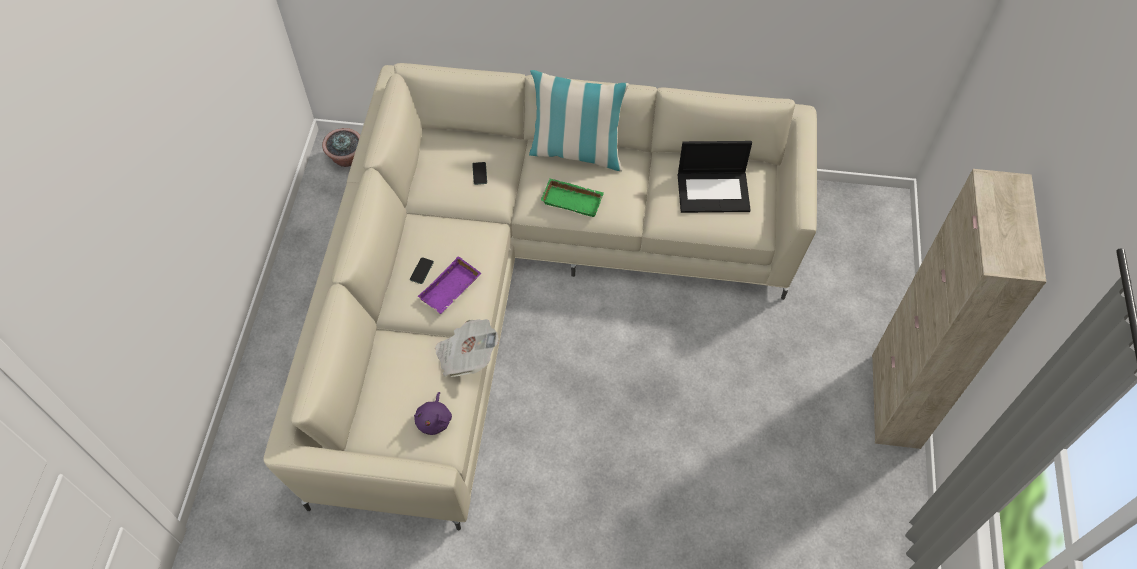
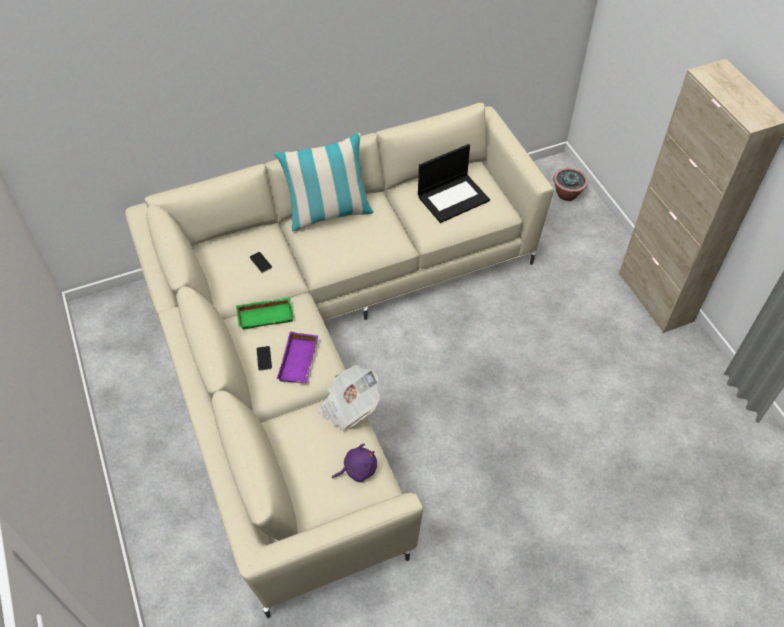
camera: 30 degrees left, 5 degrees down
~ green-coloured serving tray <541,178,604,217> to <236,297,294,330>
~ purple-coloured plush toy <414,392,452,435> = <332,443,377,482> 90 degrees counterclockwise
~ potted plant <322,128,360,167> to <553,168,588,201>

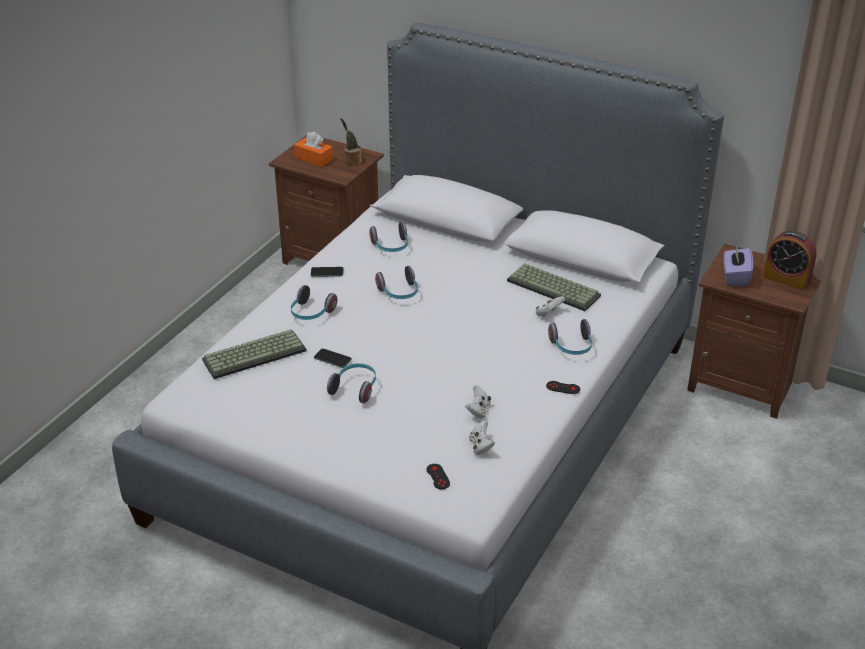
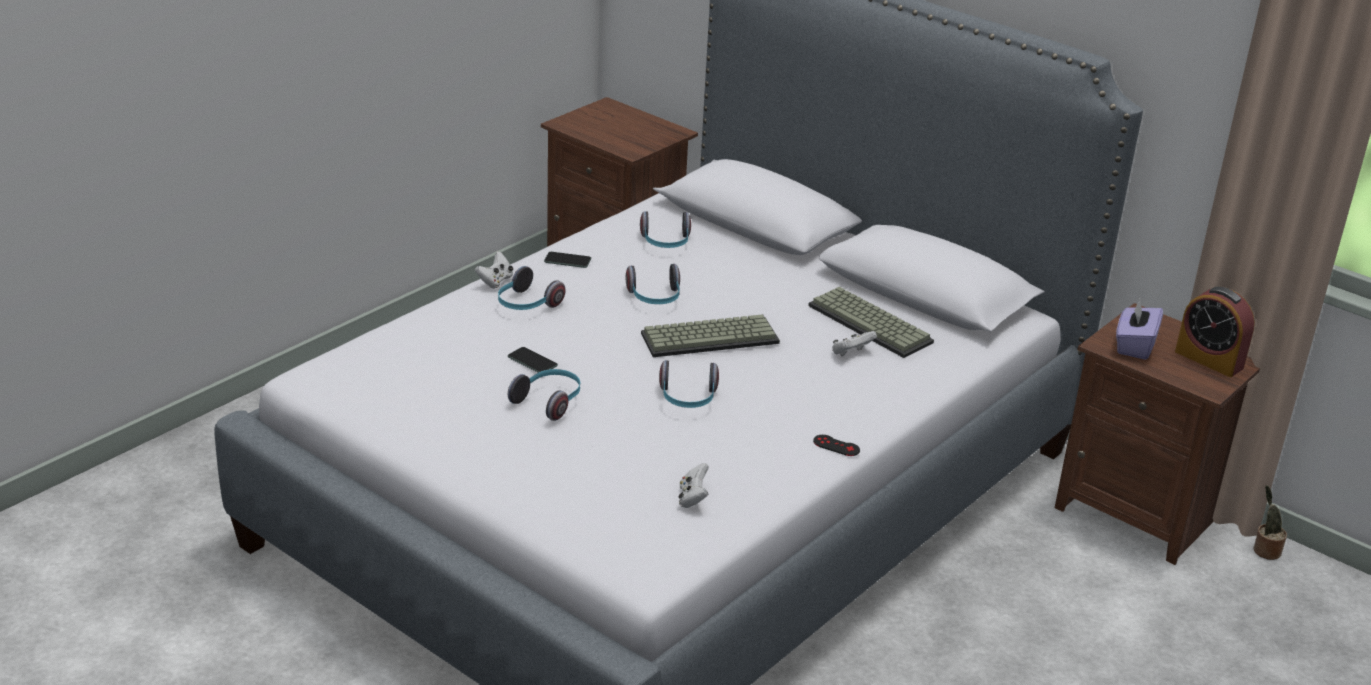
camera: 10 degrees right, 5 degrees down
~ white gamepad <466,385,491,419> to <475,251,513,288>
~ computer keyboard <202,329,306,379> to <641,314,780,357>
~ pair of headphones <548,319,592,355> to <659,360,719,408>
~ potted plant <340,118,362,166> to <1254,485,1287,560>
- orange tissue holder <294,131,333,167>
- black-coloured gamepad <427,464,450,489>

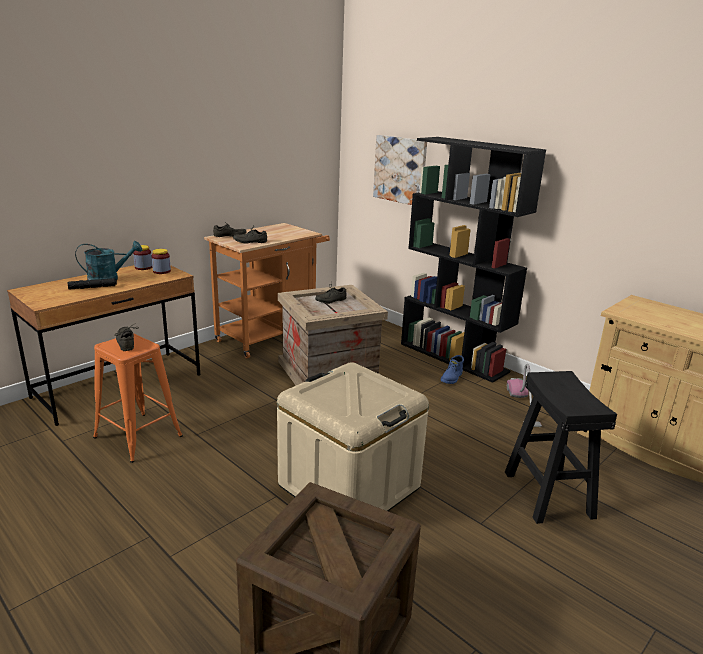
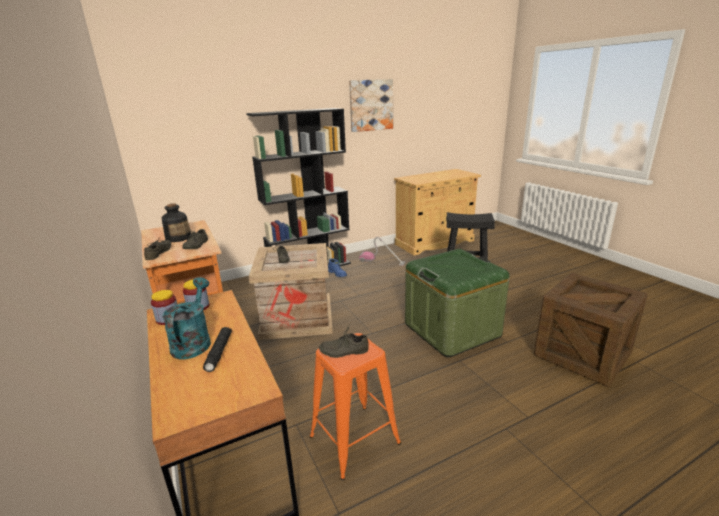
camera: 70 degrees left, 0 degrees up
+ bottle <162,203,191,242>
~ picture <373,135,427,205> to <349,79,393,132>
~ beige storage container <277,362,429,511> to green-coloured storage container <405,249,510,357>

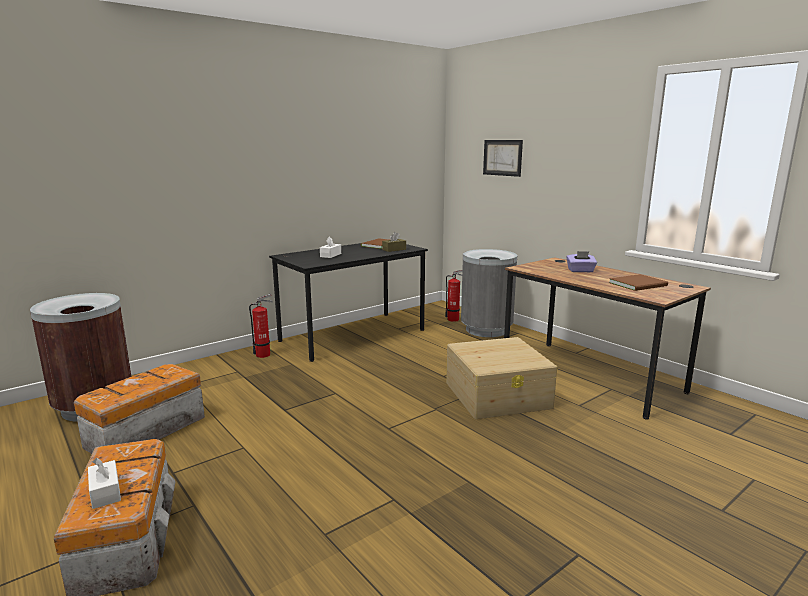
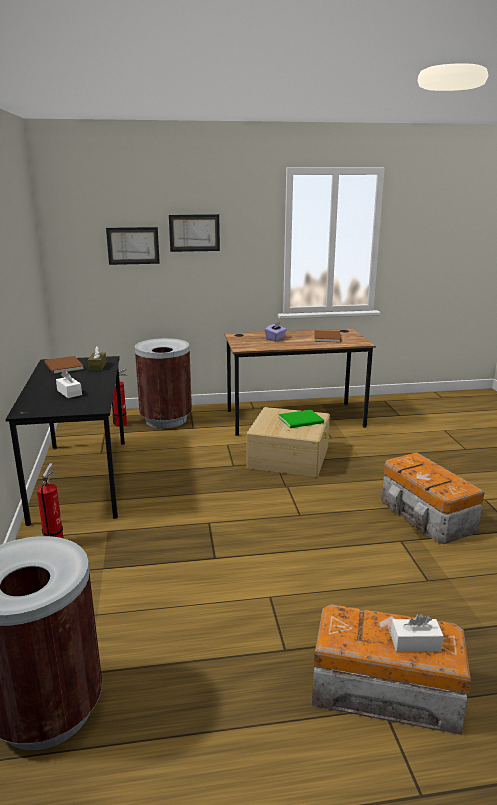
camera: 60 degrees left, 5 degrees up
~ grey waste bin <461,249,517,337> to brown-coloured waste bin <135,338,192,428>
+ picture <169,214,220,252>
+ green-coloured bound book <279,410,324,428>
~ storage container <74,364,205,454> to <381,452,484,544>

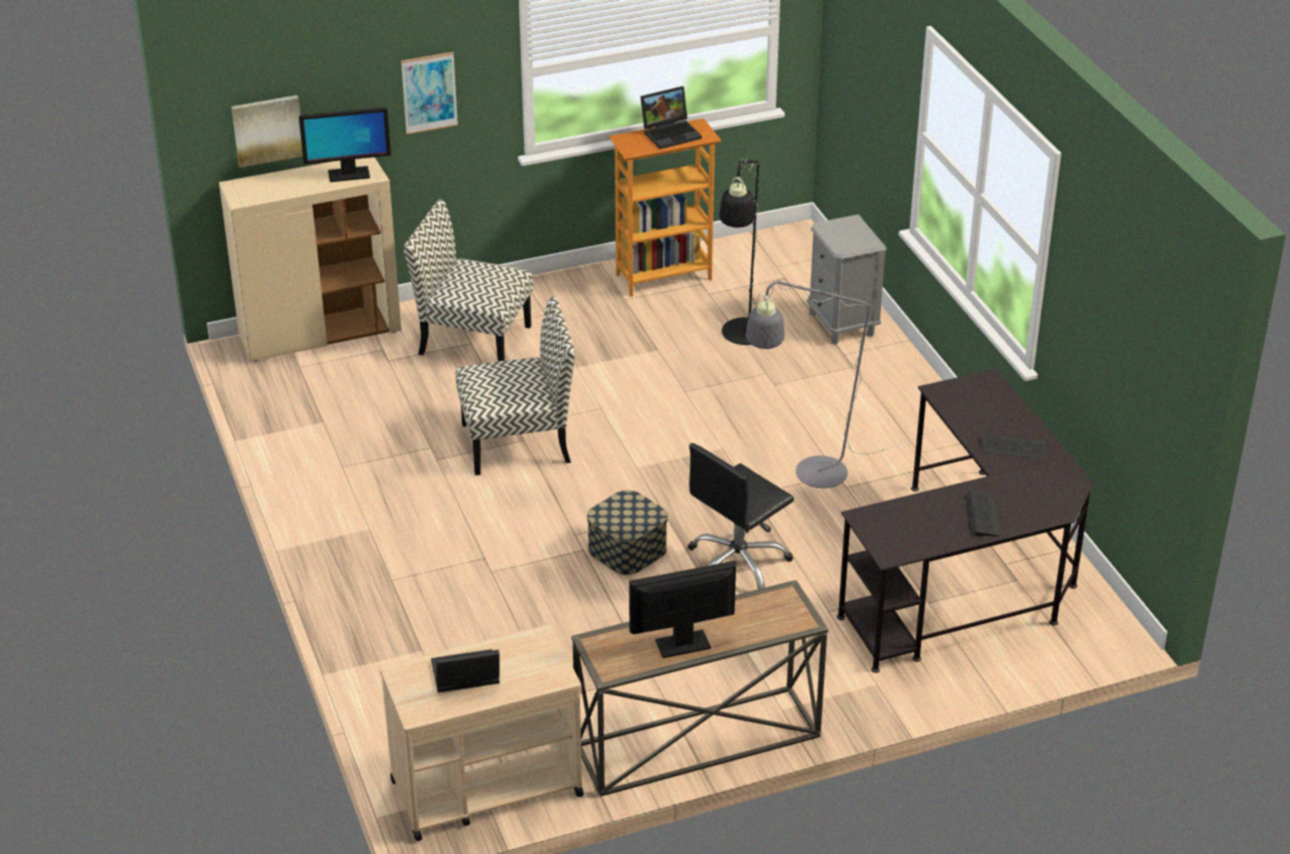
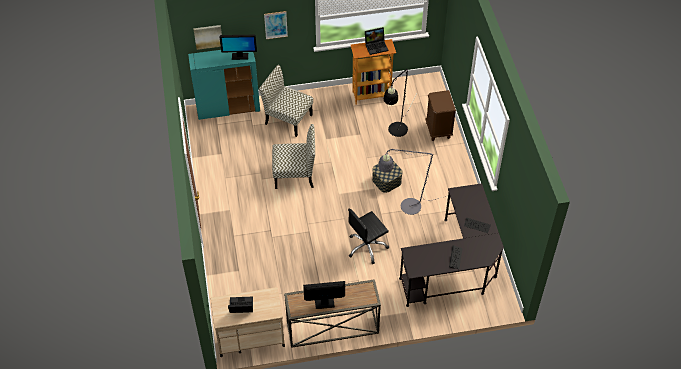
camera: 10 degrees right, 15 degrees up
~ beige cupboard <219,157,401,362> to turquoise-coloured cupboard <188,50,260,120>
~ storage container <587,490,668,575> to <372,161,403,193>
~ grey bedside table <807,214,887,345> to brown-coloured bedside table <425,90,456,141>

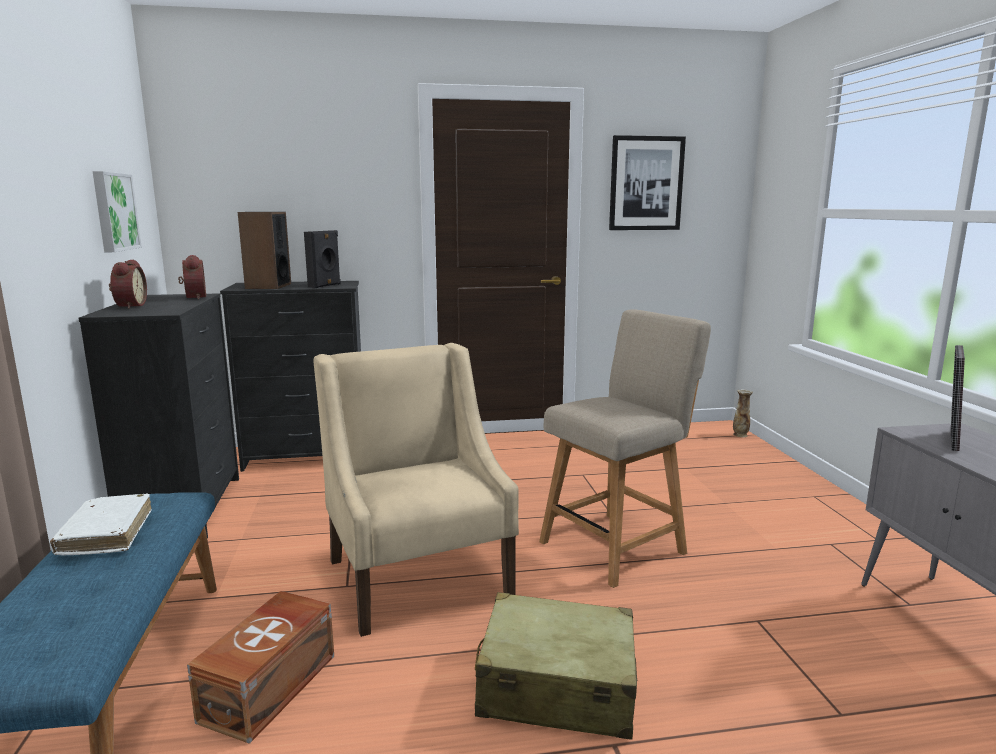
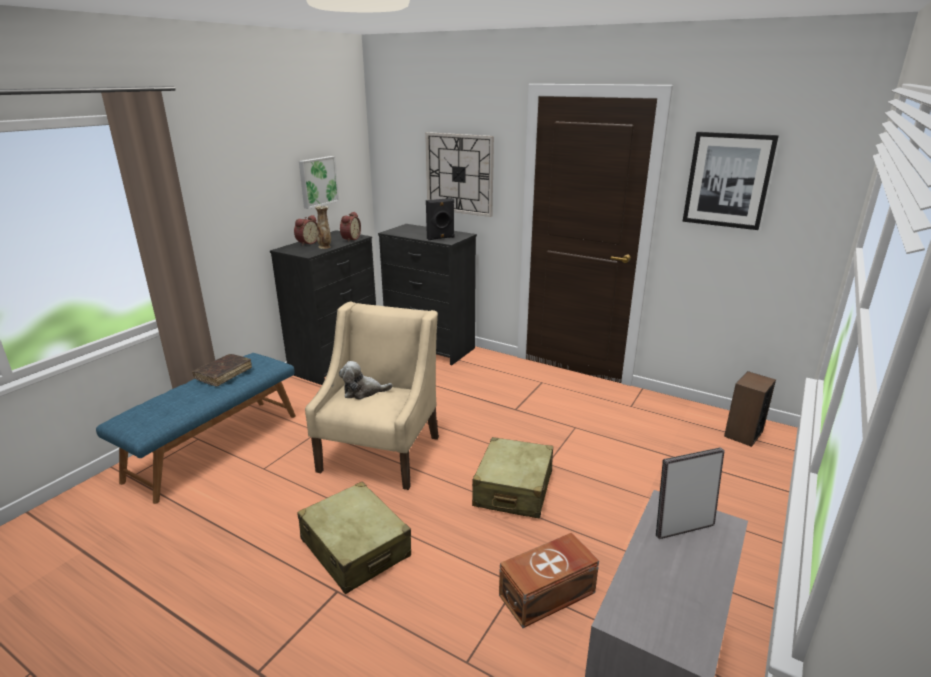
camera: 40 degrees right, 10 degrees up
~ white bound book <50,494,152,555> to brown-coloured bound book <192,354,252,386>
~ flower vase <733,389,753,437> to <315,206,331,249>
+ plush toy <339,361,393,400>
+ clock on the wall <425,132,494,217>
~ beige chair <539,309,711,588> to beige travel case <472,437,553,518>
~ brown-coloured storage container <187,591,334,744> to <499,533,599,628>
~ loudspeaker <238,212,291,289> to <724,371,776,447>

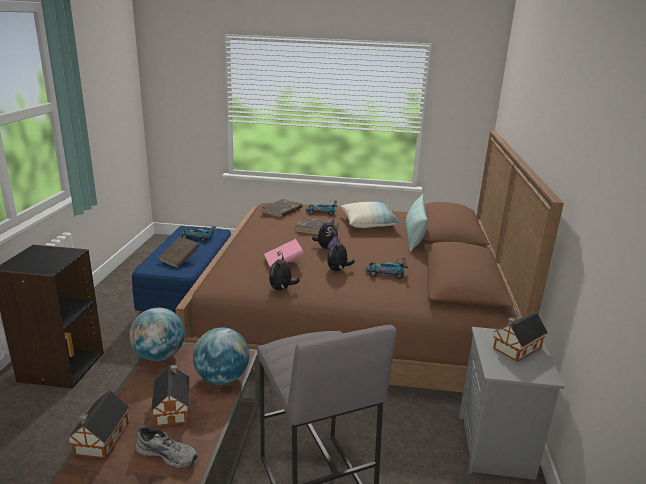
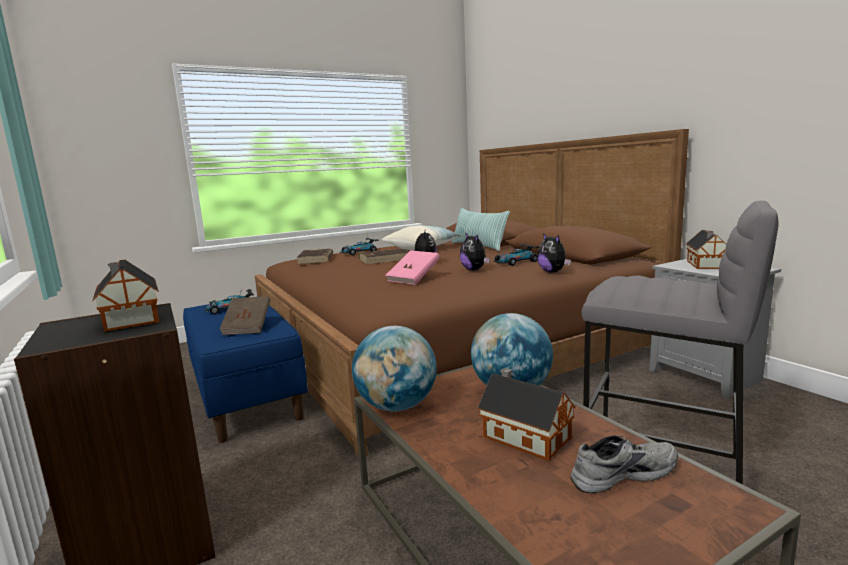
camera: 35 degrees left, 10 degrees down
~ model house <67,391,129,459> to <92,259,159,332>
~ plush toy <269,254,300,291> to <537,233,571,272>

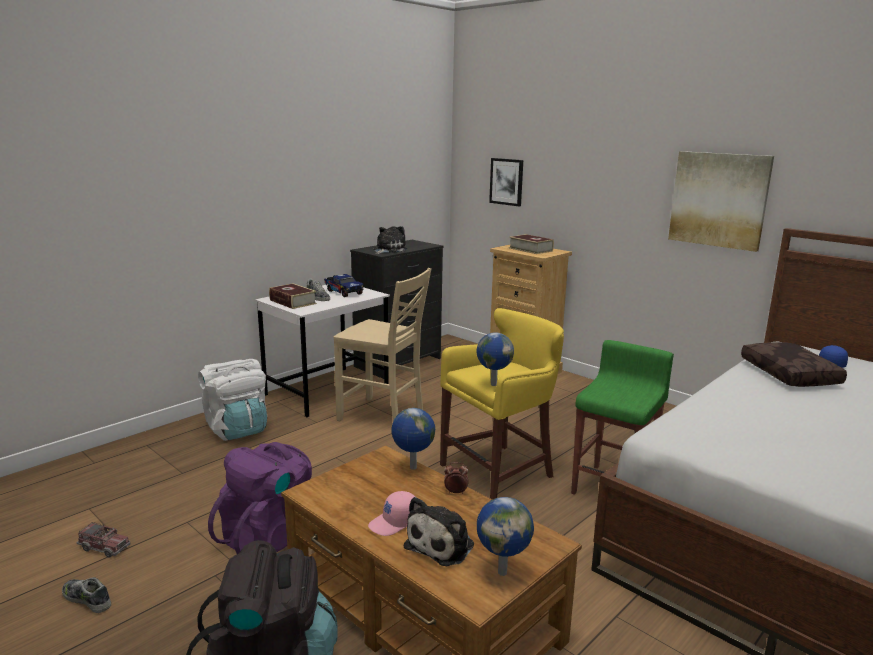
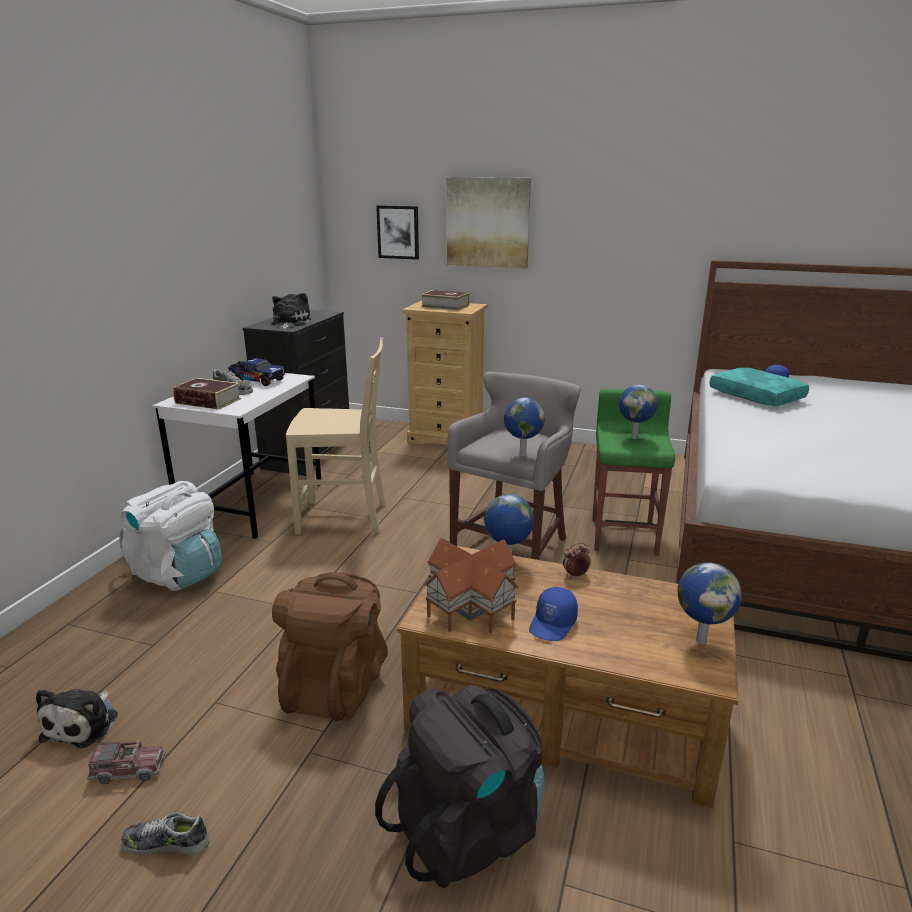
camera: 25 degrees left, 5 degrees up
~ plush toy <404,497,474,566> to <36,689,118,748>
~ purple-coloured backpack <208,442,312,554> to brown-coloured backpack <272,572,388,721>
+ model house <423,538,519,633>
~ picture <668,151,774,252> to <447,177,531,269>
~ yellowish stool seat <440,308,564,500> to grey stool seat <447,372,581,560>
~ pink cap <368,491,415,536> to blue cap <529,587,578,641>
+ desk globe <619,385,658,439>
~ brown-coloured throw pillow <741,342,847,387> to turquoise-coloured throw pillow <709,368,809,406>

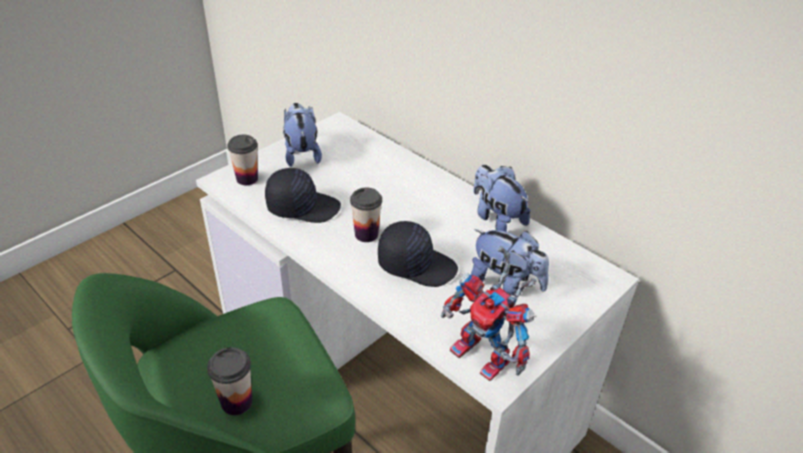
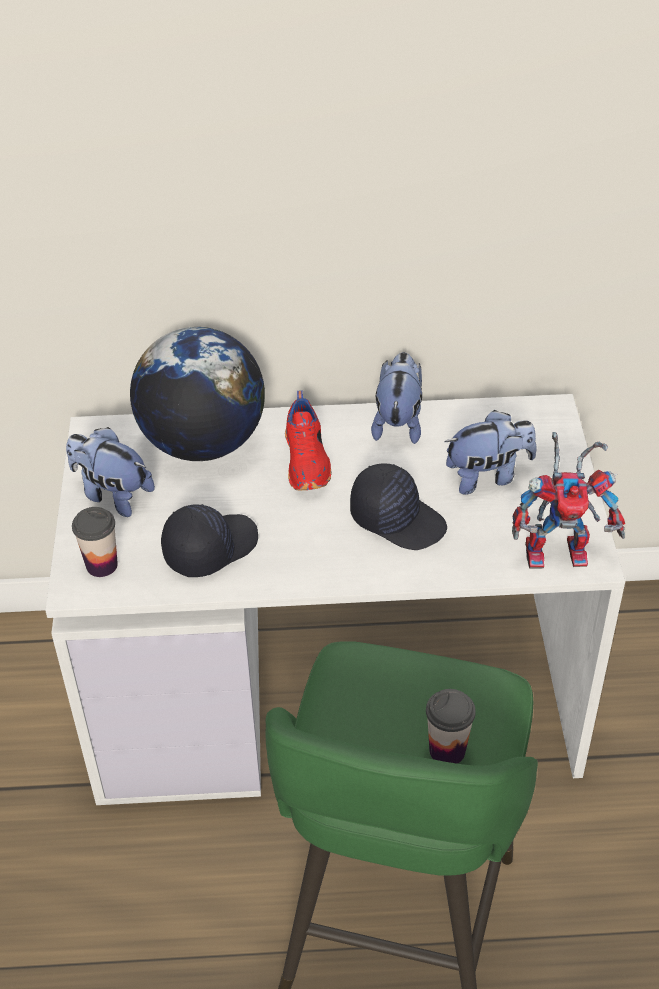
camera: 45 degrees left, 5 degrees up
+ desk globe <130,327,265,461>
+ red-coloured low shoe <285,391,332,490>
~ black-coloured cap <378,221,458,287> = <350,464,447,550> 60 degrees clockwise
~ plush toy <473,165,531,232> = <371,352,422,444> 90 degrees clockwise
- cup <350,187,382,242>

